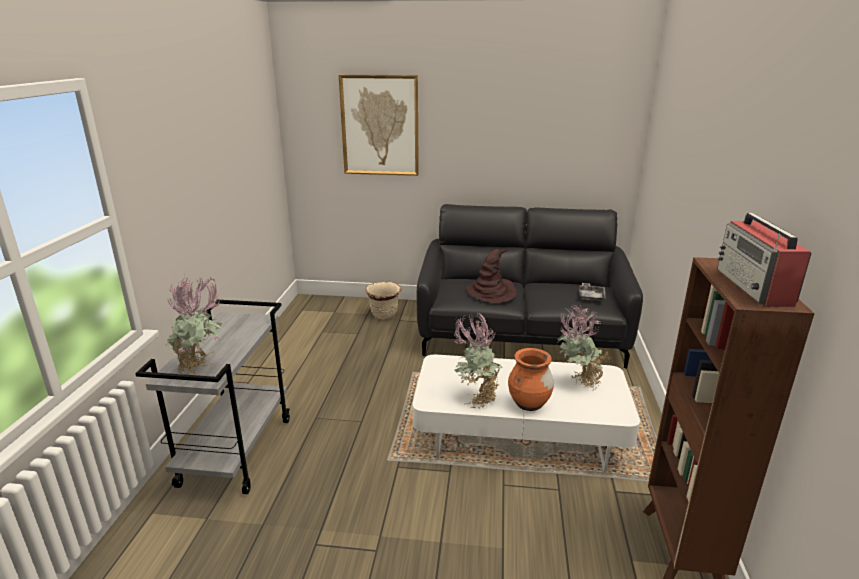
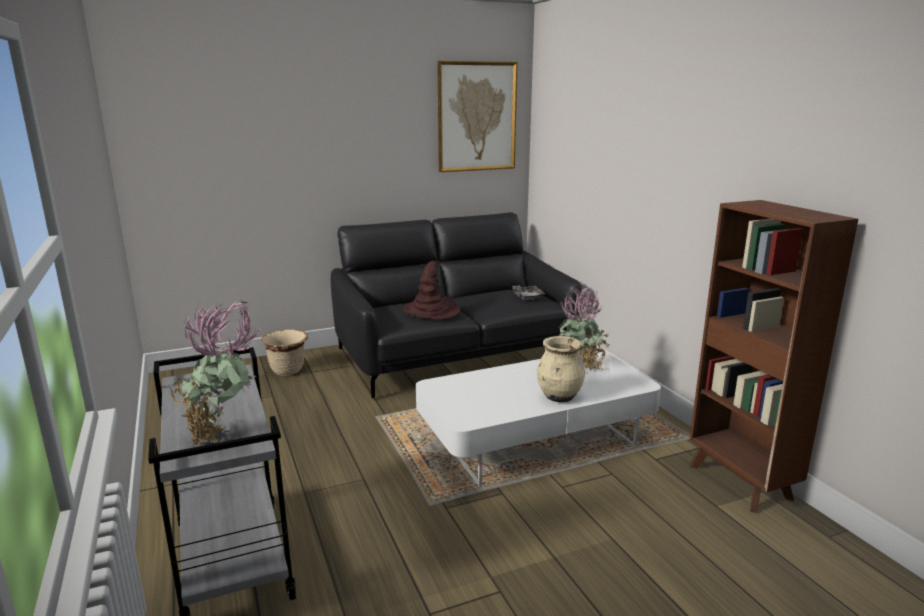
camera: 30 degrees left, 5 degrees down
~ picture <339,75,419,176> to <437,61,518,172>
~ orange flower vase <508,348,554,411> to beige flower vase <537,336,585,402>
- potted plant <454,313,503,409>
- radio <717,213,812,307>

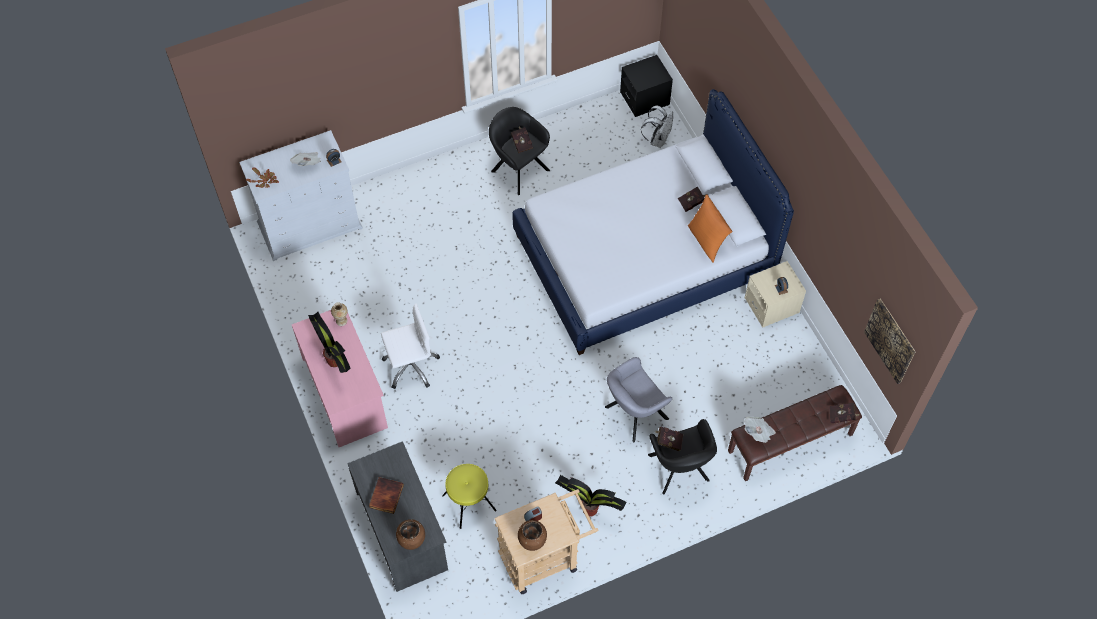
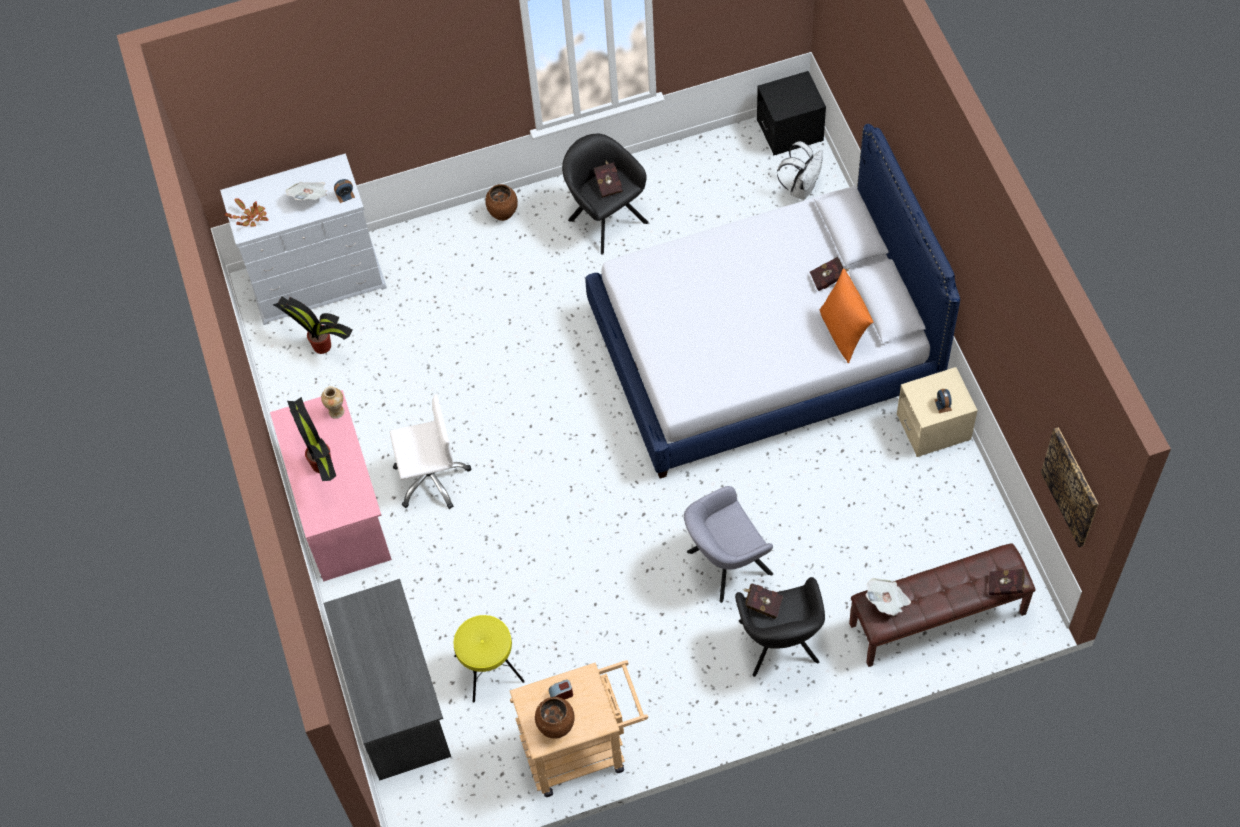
camera: 10 degrees right, 0 degrees up
~ potted plant <555,475,626,517> to <273,296,352,354>
~ brown-coloured flower vase <396,519,425,550> to <485,184,518,221>
- bound book <369,477,404,514>

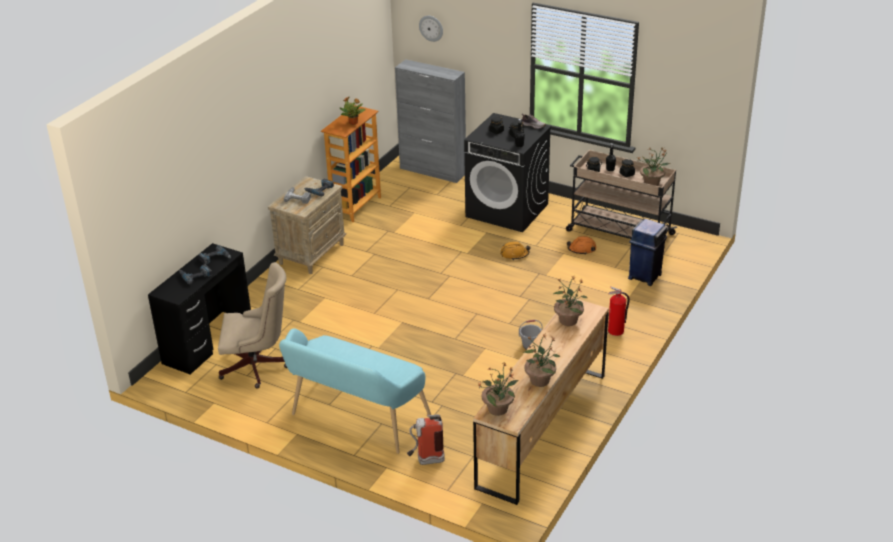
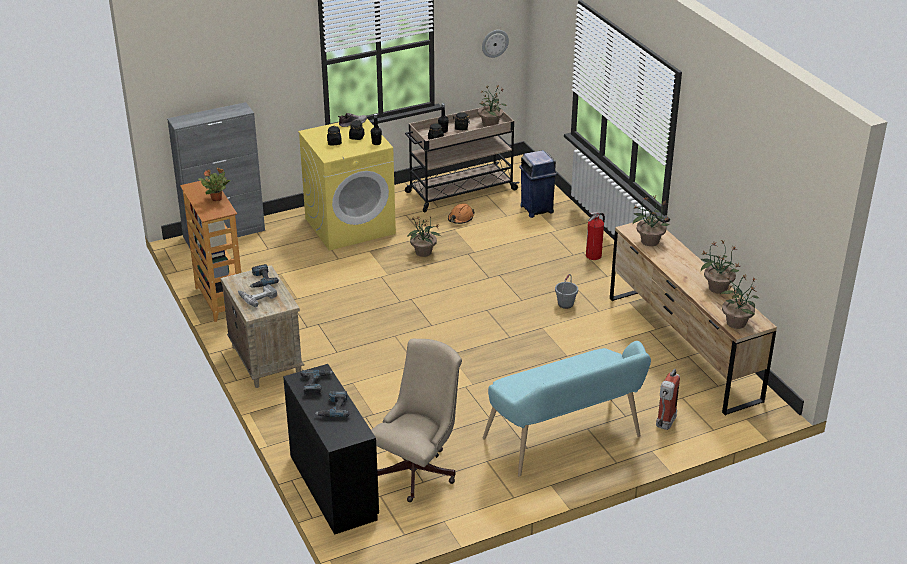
camera: 55 degrees left, 0 degrees up
~ black-coloured washing machine <464,113,551,232> to yellowish washing machine <298,119,396,251>
~ orange safety helmet <500,242,530,260> to potted plant <407,216,441,257>
~ clock on the wall <419,16,443,42> to <482,30,509,58>

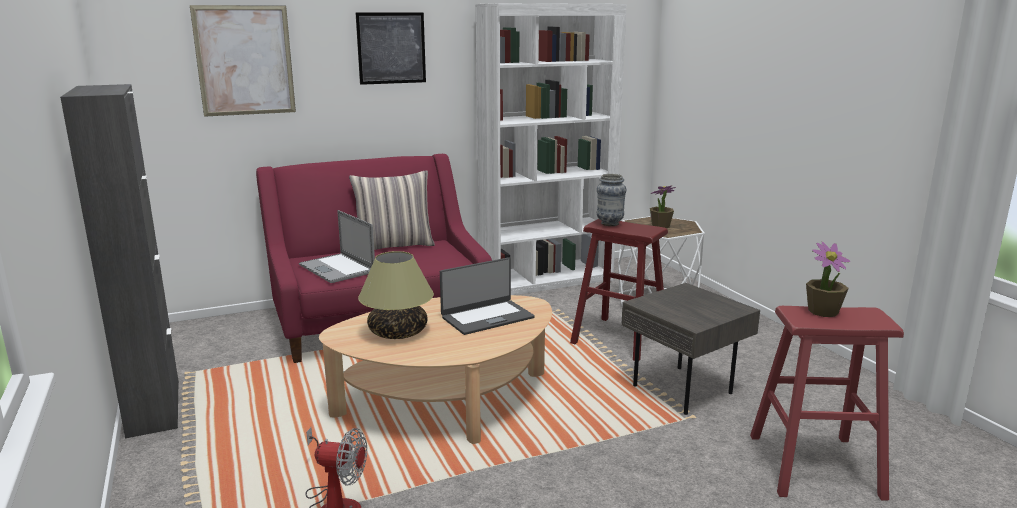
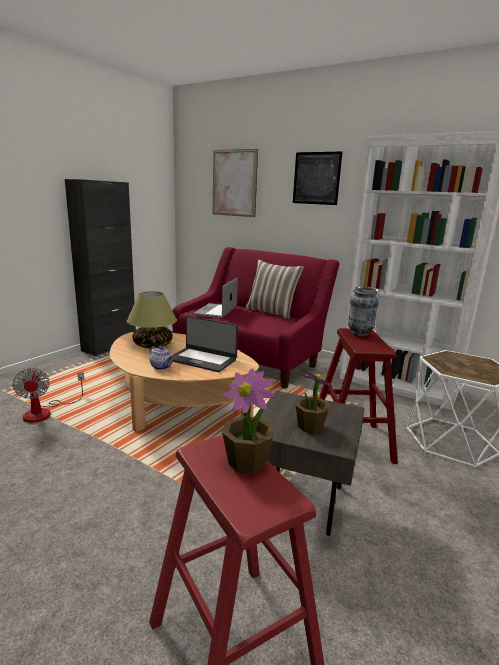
camera: 55 degrees right, 0 degrees up
+ tea pot <150,346,173,370>
~ potted plant <650,185,676,228> to <296,370,332,433>

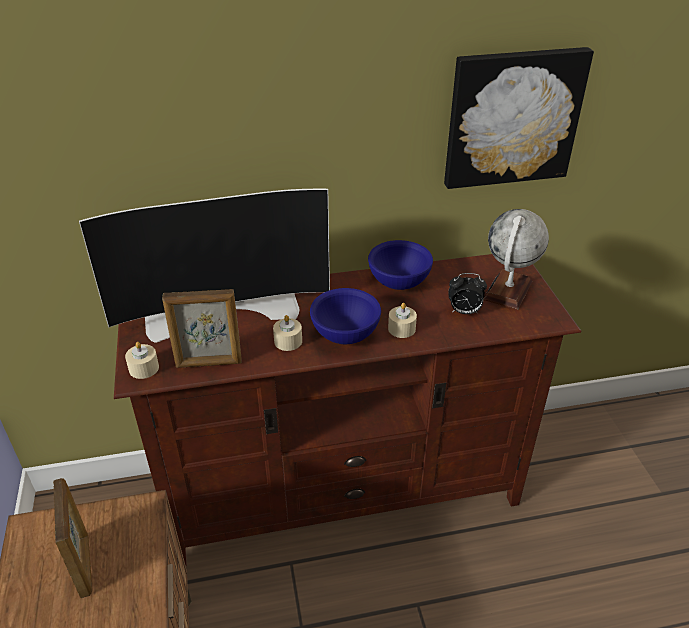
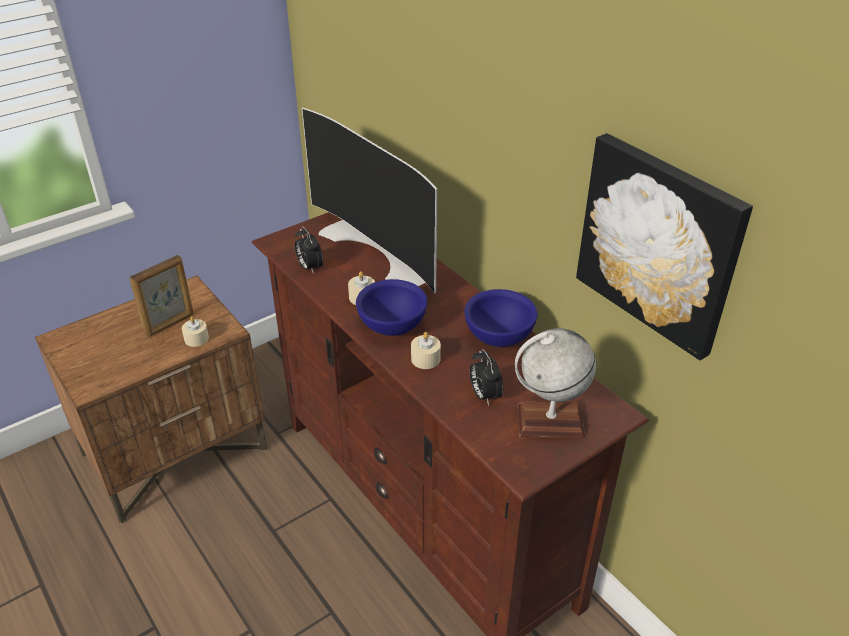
camera: 65 degrees right, 0 degrees up
~ beige wax light <125,342,159,379> to <182,316,209,347>
~ photo frame <162,289,241,368> to alarm clock <295,226,323,274>

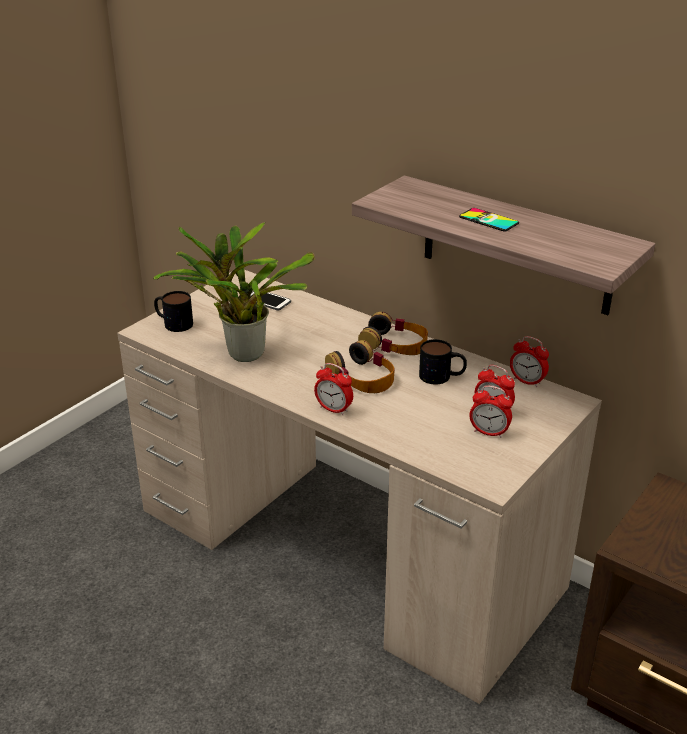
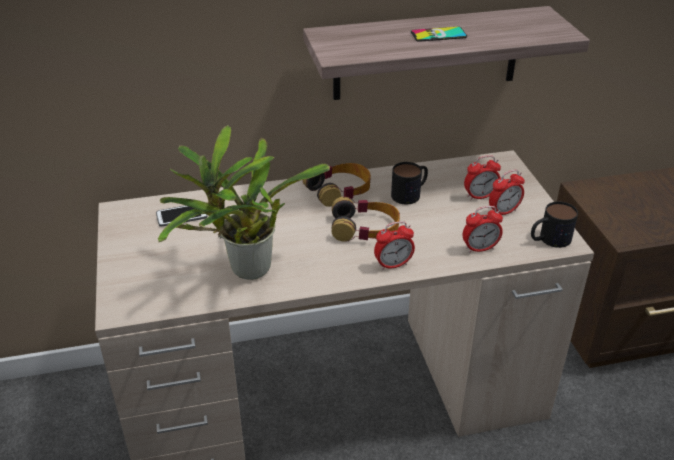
camera: 50 degrees left, 5 degrees up
~ alarm clock <510,336,549,387> to <463,206,503,253>
~ mug <154,291,193,332> to <531,201,578,248>

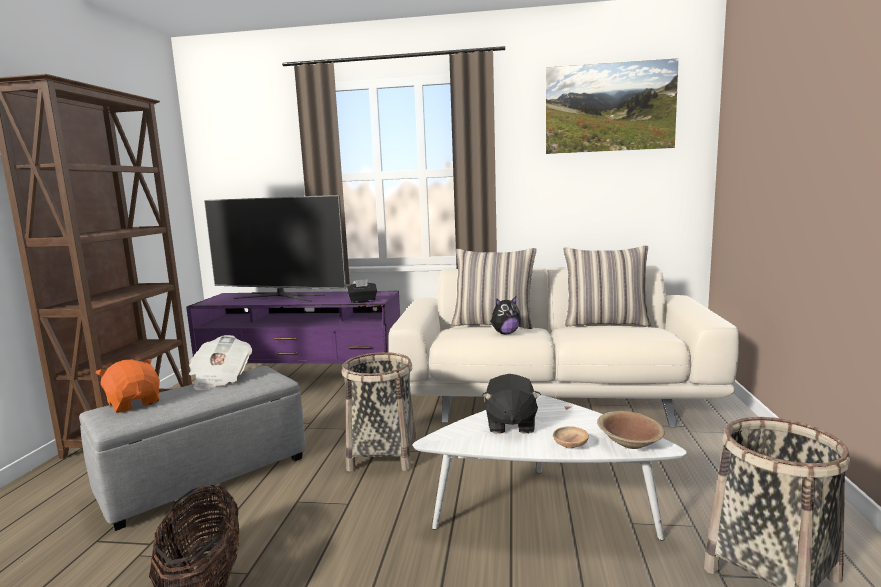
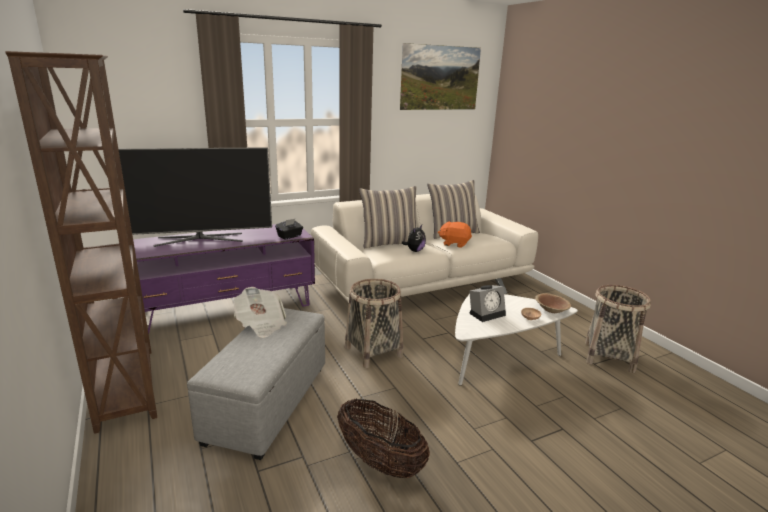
camera: 35 degrees left, 10 degrees up
~ orange plush toy <96,359,160,413> to <438,221,472,248>
~ black-coloured plush toy <483,374,541,434> to alarm clock <469,285,506,322>

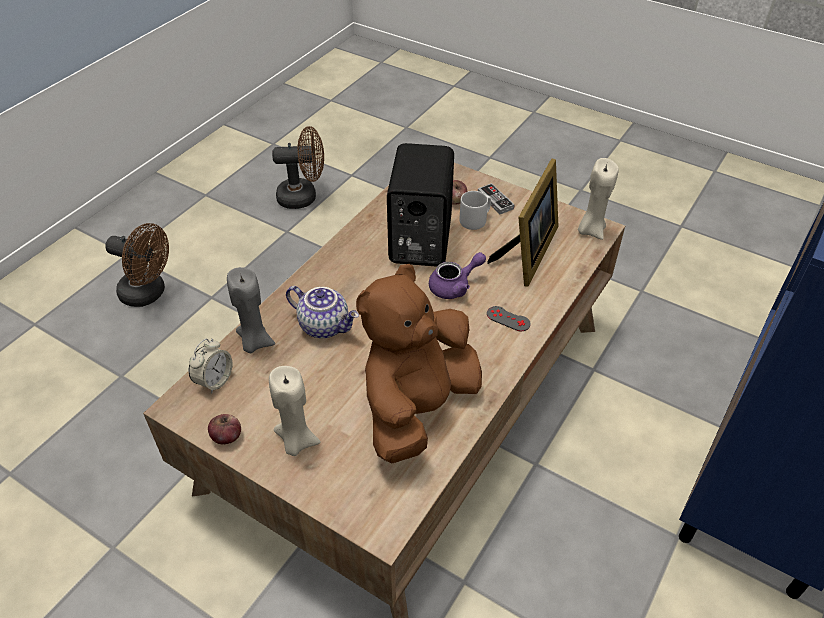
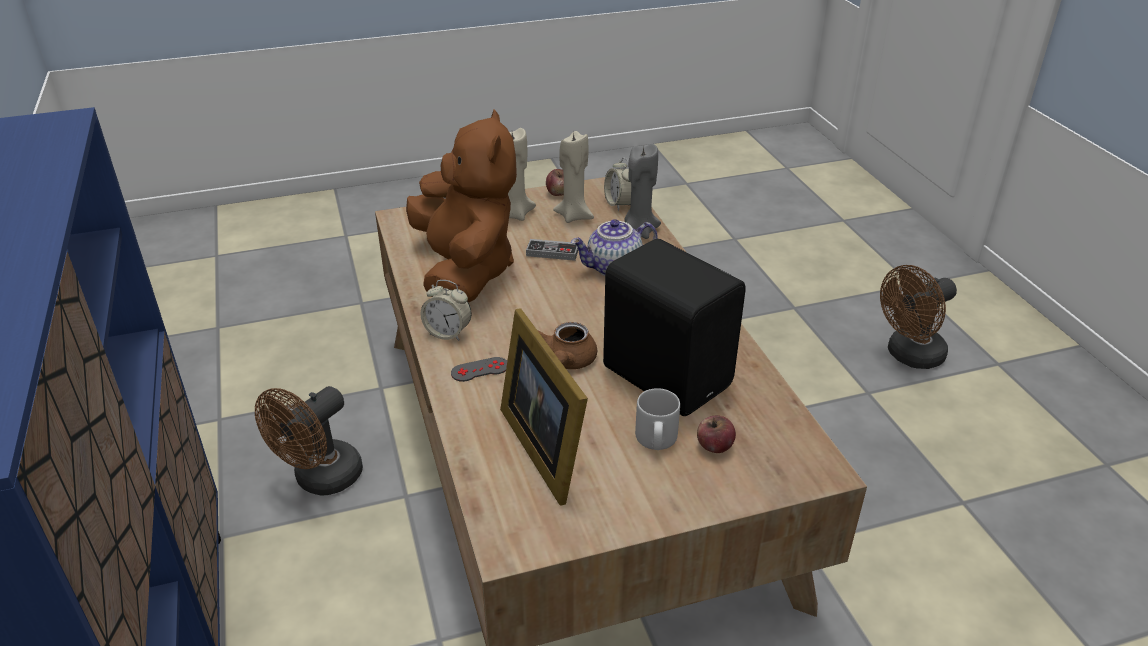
camera: 130 degrees right, 10 degrees down
~ brown-coloured fan <272,126,324,209> to <255,386,363,496>
+ alarm clock <420,280,472,341>
~ gamepad <478,183,515,214> to <526,239,578,261>
~ purple-coloured tea pot <429,252,486,299> to brown-coloured tea pot <537,322,597,369>
~ beige wax light <578,158,619,240> to <553,131,594,223>

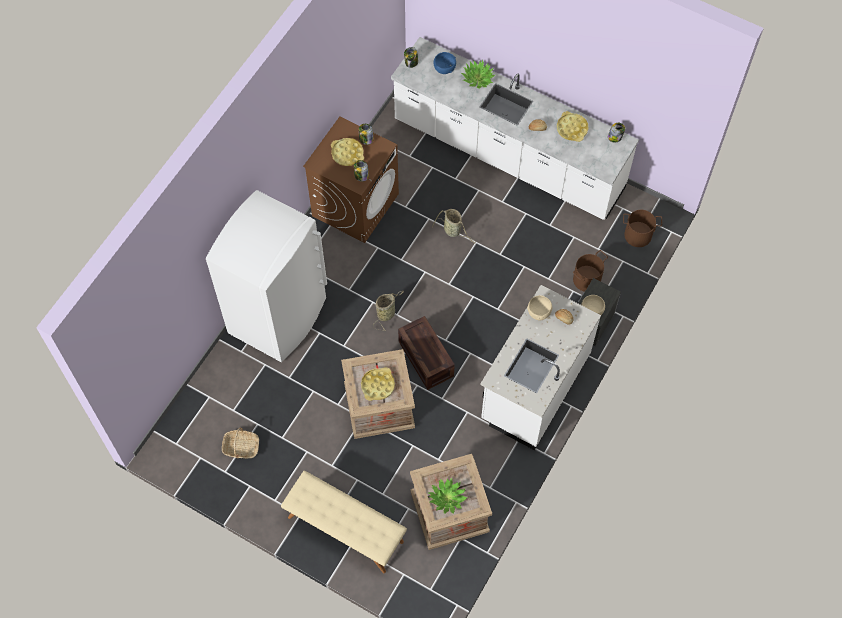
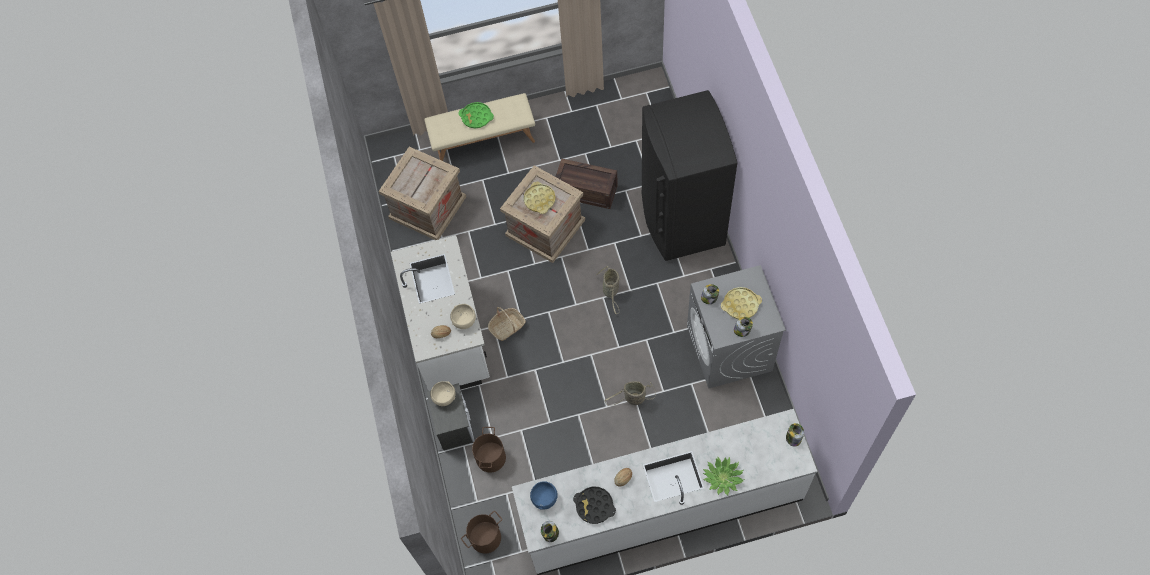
camera: 140 degrees right, 0 degrees up
+ green-coloured serving tray <458,102,494,129>
~ household basket <222,427,259,458> to <488,307,526,341>
~ blue serving bowl <434,52,456,74> to <530,481,558,510>
~ crate <398,316,455,390> to <555,159,618,209>
~ yellowish serving tray <557,111,589,142> to black-coloured serving tray <573,487,616,524>
~ white refrigerator <206,190,327,362> to black-coloured refrigerator <642,90,737,261>
~ brown-coloured washing machine <303,117,399,243> to grey washing machine <687,265,786,388>
- potted plant <429,478,467,514>

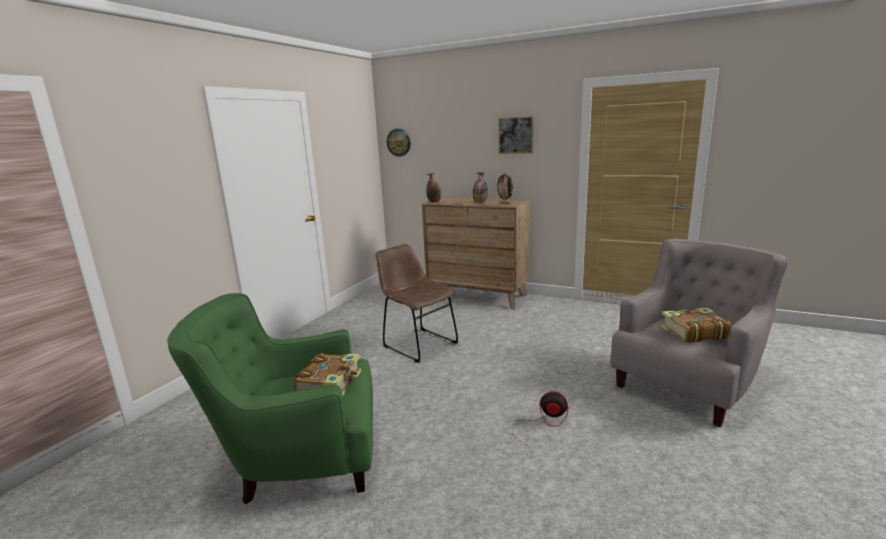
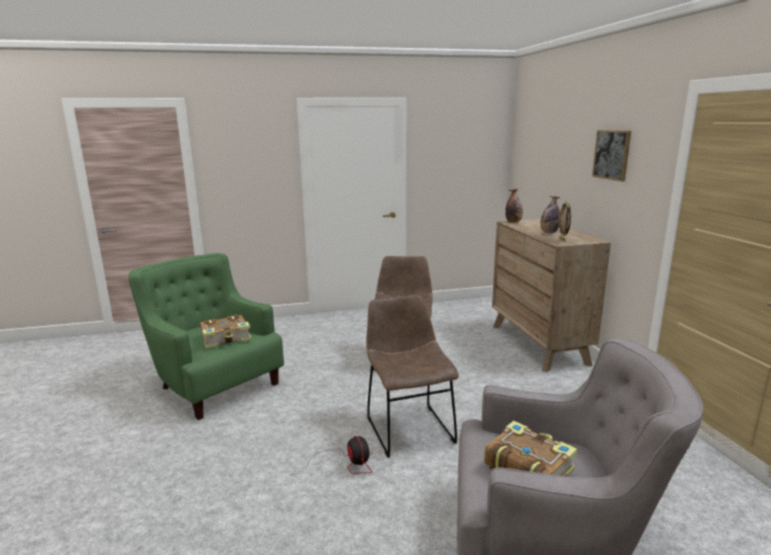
camera: 50 degrees right, 0 degrees up
+ brown-coloured chair <366,295,459,458>
- clock on the wall <387,129,411,157>

